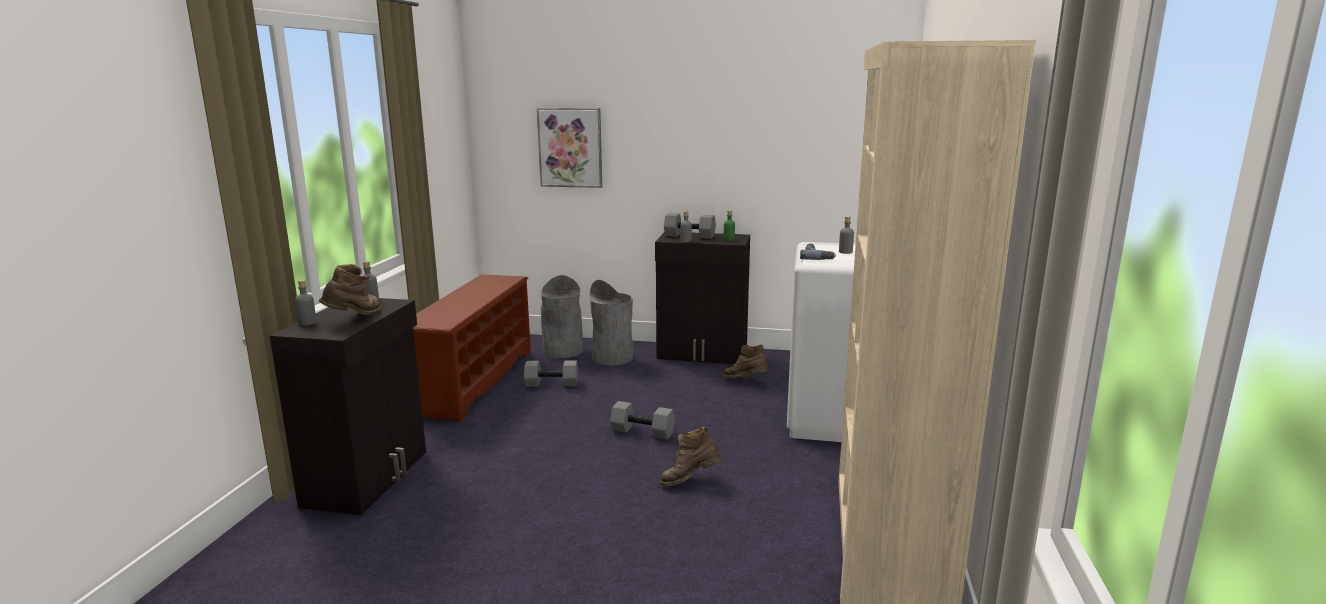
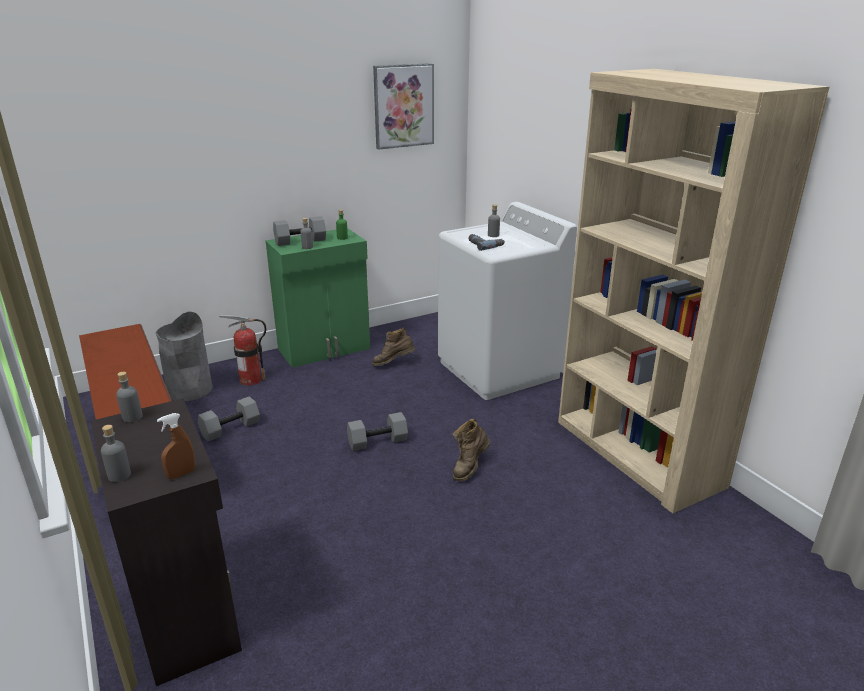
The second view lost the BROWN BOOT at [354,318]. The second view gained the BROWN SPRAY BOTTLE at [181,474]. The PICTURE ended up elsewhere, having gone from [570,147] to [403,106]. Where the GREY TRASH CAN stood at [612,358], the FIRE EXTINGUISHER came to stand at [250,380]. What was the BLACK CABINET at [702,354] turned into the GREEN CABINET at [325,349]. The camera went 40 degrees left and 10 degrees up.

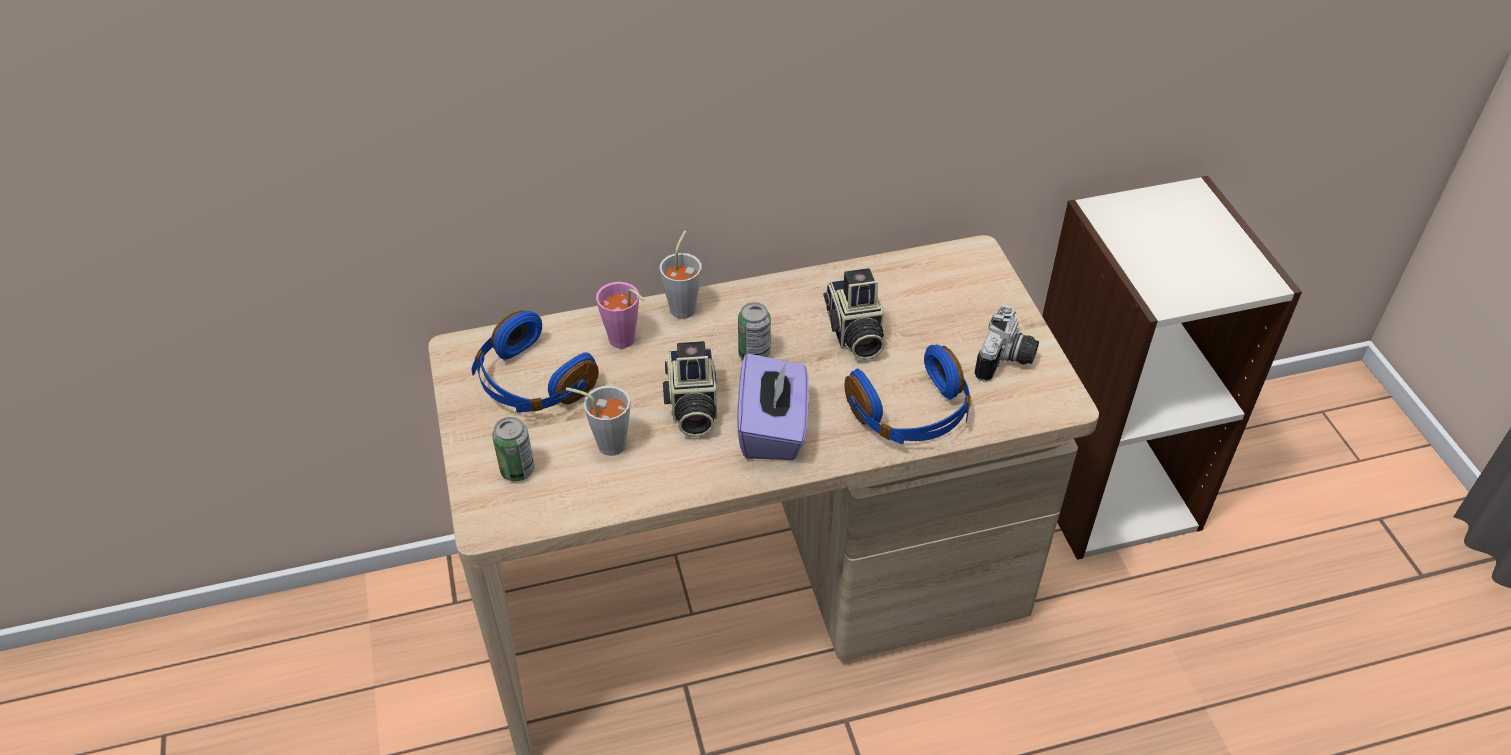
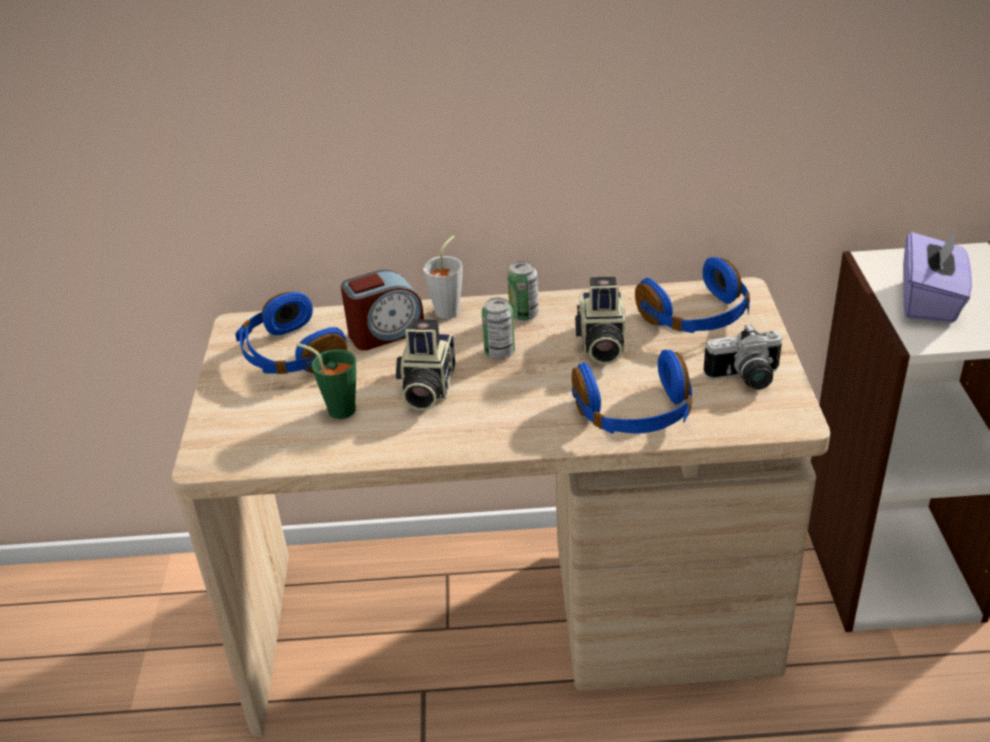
The second view gained the BLUE HEADPHONES at [697,318]. The CAN ended up elsewhere, having gone from [517,470] to [524,314]. The PURPLE TISSUE BOX ended up elsewhere, having gone from [773,429] to [930,301]. Where the PINK CUP stood at [625,342], the ALARM CLOCK came to stand at [386,332]. What was the GREY CUP at [605,443] turned into the GREEN CUP at [336,408]. The PHOTO CAMERA at [1007,360] ended up facing another way, 45 degrees clockwise from before. The camera went 15 degrees right and 10 degrees down.

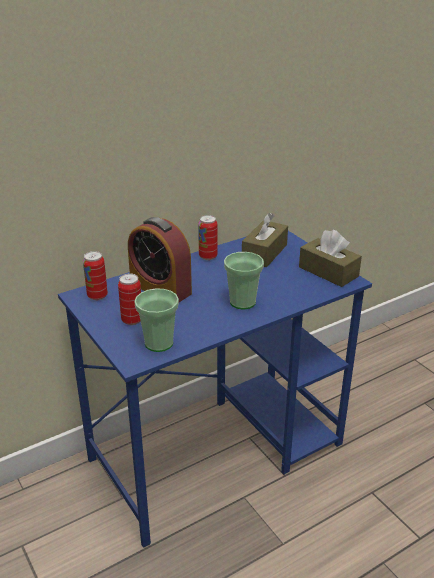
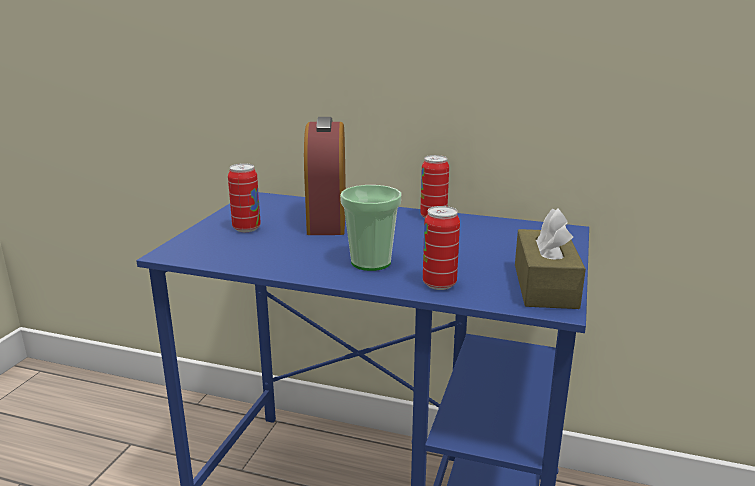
The second view lost the CUP at [159,343]. The second view lost the BROWN TISSUE BOX at [264,253]. The CAN ended up elsewhere, having gone from [97,296] to [439,284]. The camera went 50 degrees right and 10 degrees down.

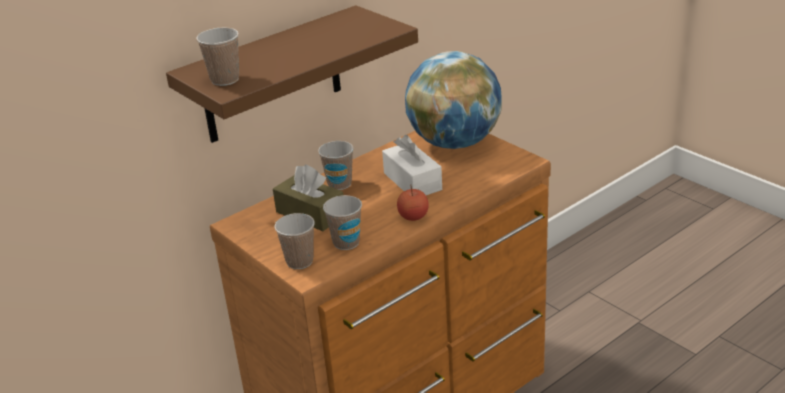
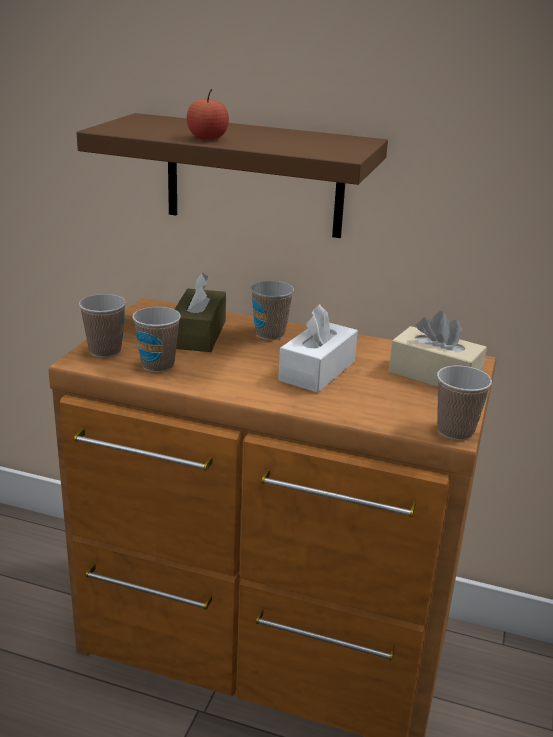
The CUP ended up elsewhere, having gone from [225,80] to [455,431]. The APPLE ended up elsewhere, having gone from [413,216] to [207,138]. Where the GLOBE stood at [455,143], the BEIGE TISSUE BOX came to stand at [434,375]. The camera went 55 degrees right and 5 degrees down.

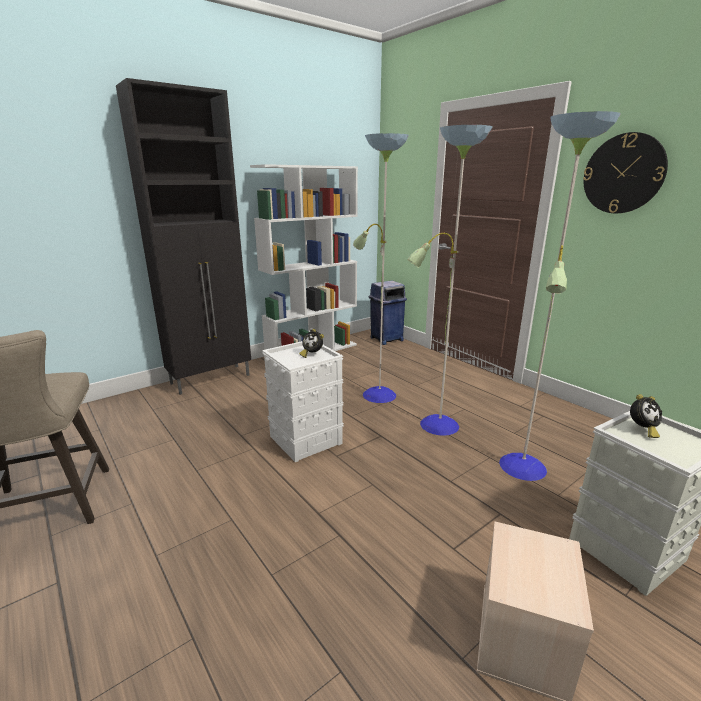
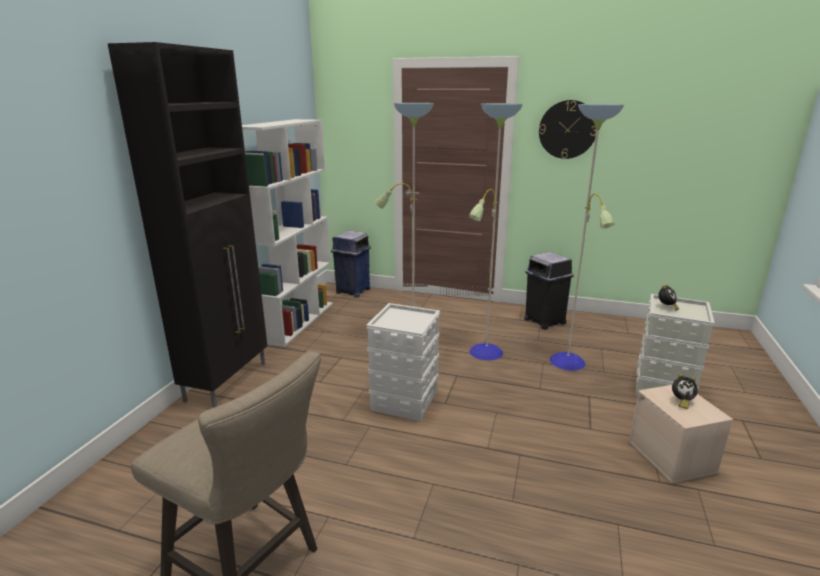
The second view gained the BLACK TRASH CAN at [544,321]. The ALARM CLOCK ended up elsewhere, having gone from [312,354] to [681,402]. The camera went 35 degrees left and 0 degrees up.

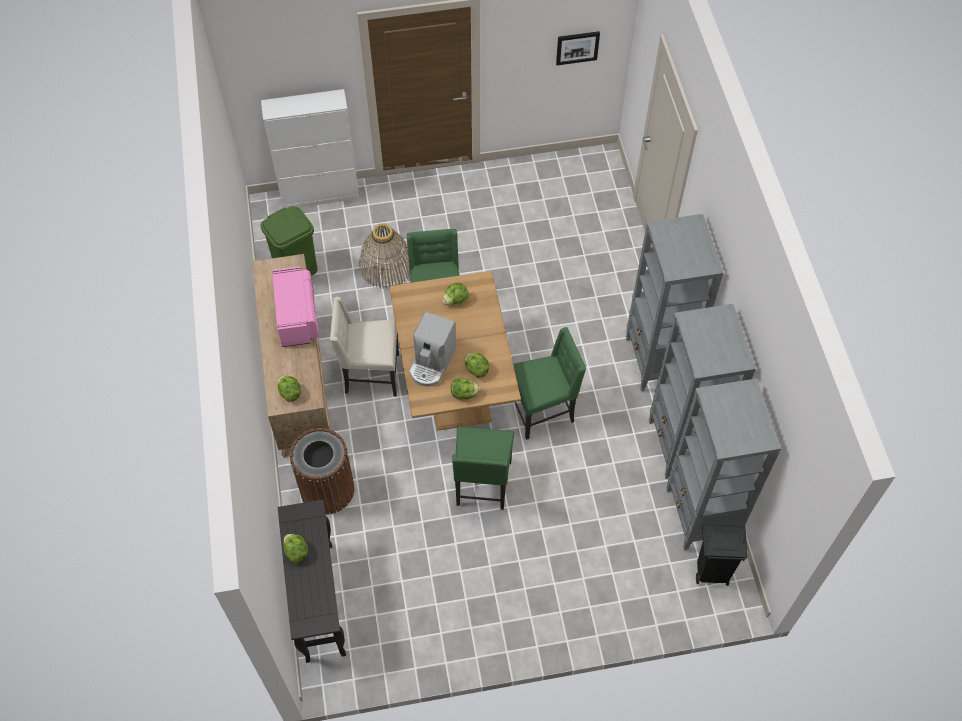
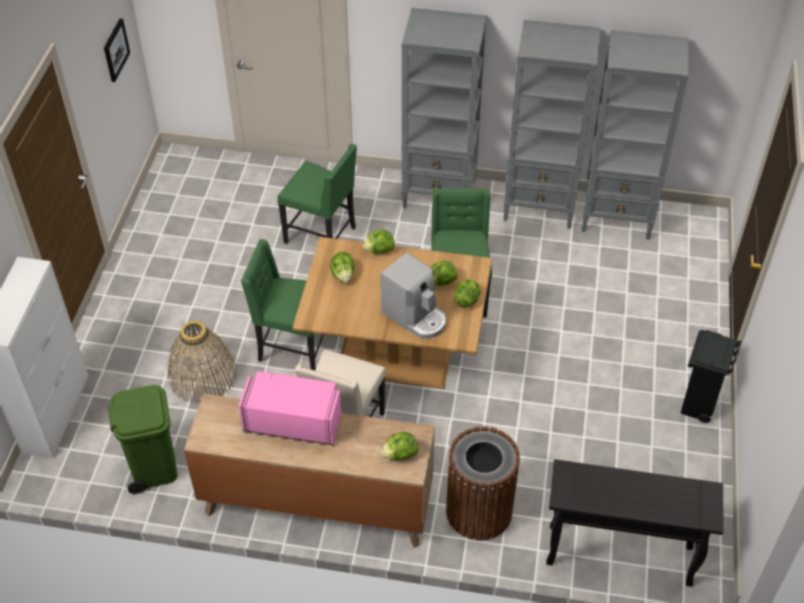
The LETTUCE ended up elsewhere, having gone from [296,551] to [379,250]. The GREEN CHAIR ended up elsewhere, having gone from [482,485] to [322,235]. The BLACK TRASH CAN ended up elsewhere, having gone from [710,573] to [697,407]. The camera went 70 degrees left and 10 degrees down.

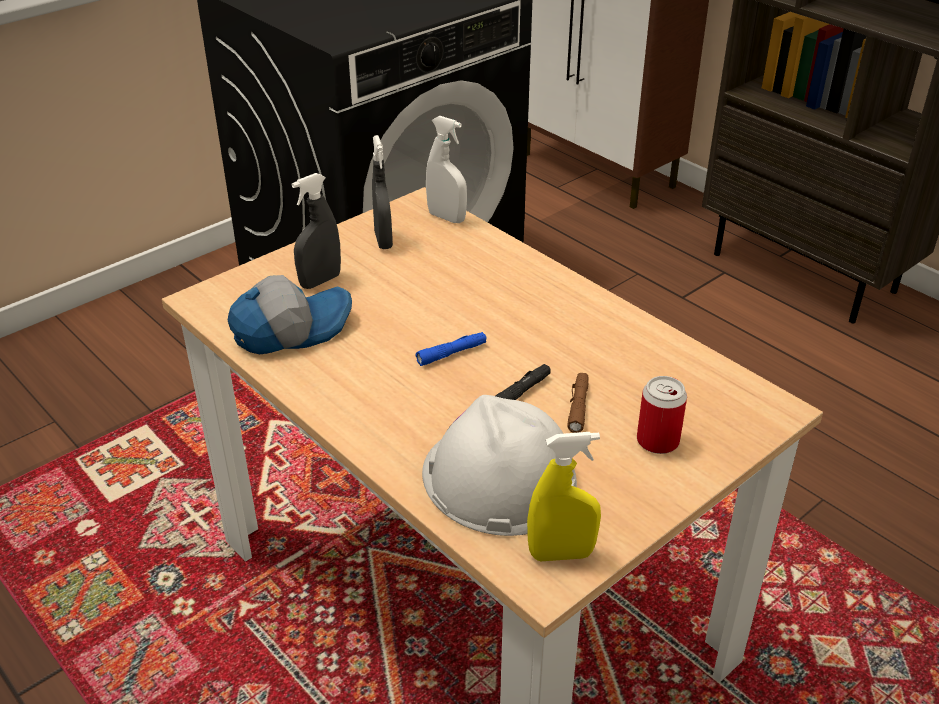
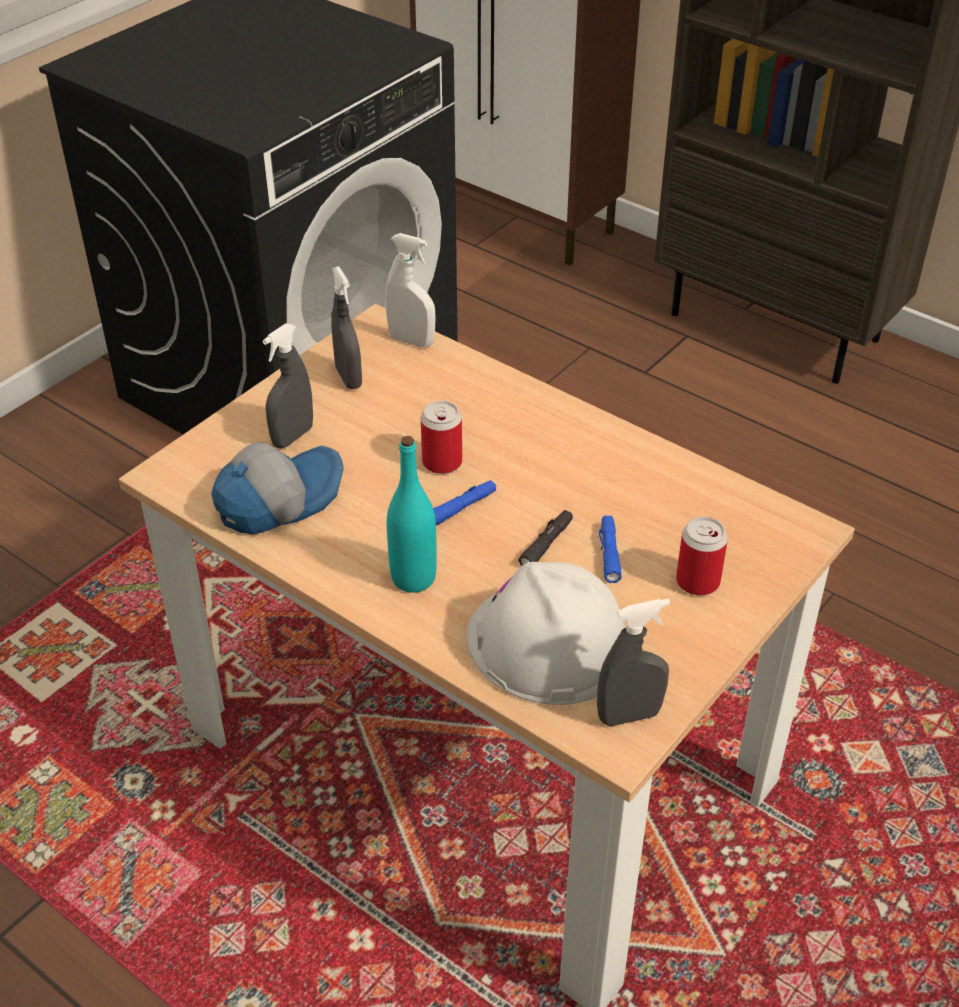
The second view gained the TURQUOISE BOTTLE at [413,578]. The second view gained the CAN at [442,462]. What was the YELLOW SPRAY BOTTLE at [561,554] turned into the GREY SPRAY BOTTLE at [629,715]. What was the BROWN FLASHLIGHT at [578,407] turned into the BLUE FLASHLIGHT at [609,553]. The camera went 10 degrees left and 5 degrees up.

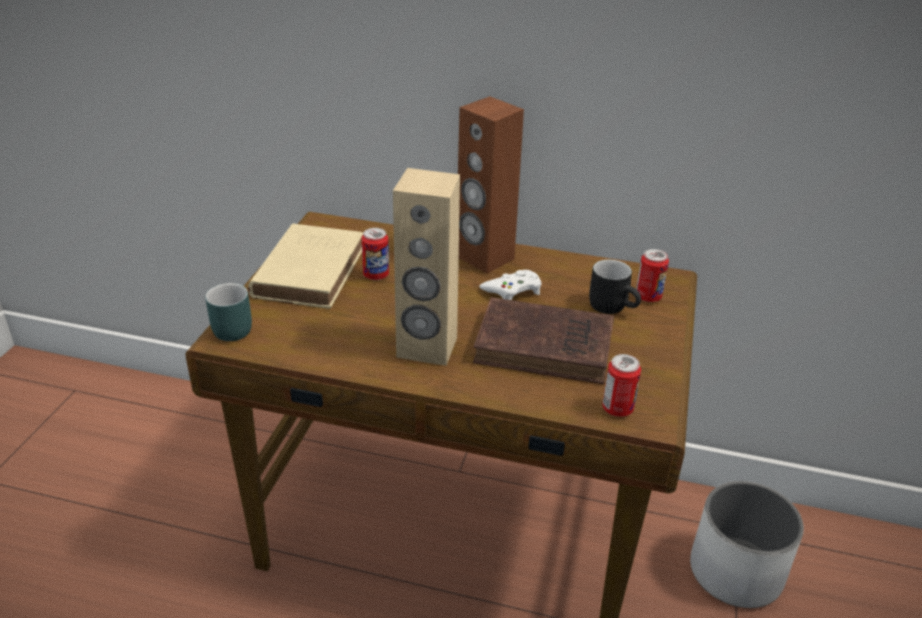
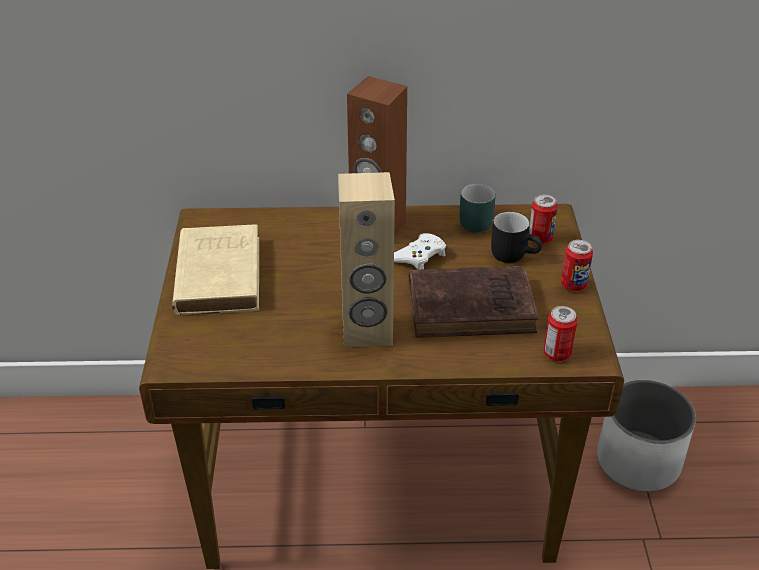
The TURQUOISE MUG ended up elsewhere, having gone from [230,327] to [471,221]. The CAN ended up elsewhere, having gone from [376,275] to [573,285]. The camera went 15 degrees left and 5 degrees up.

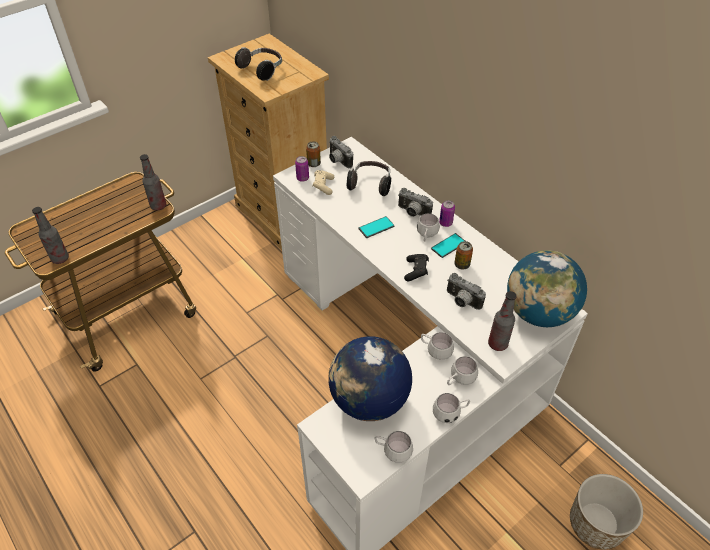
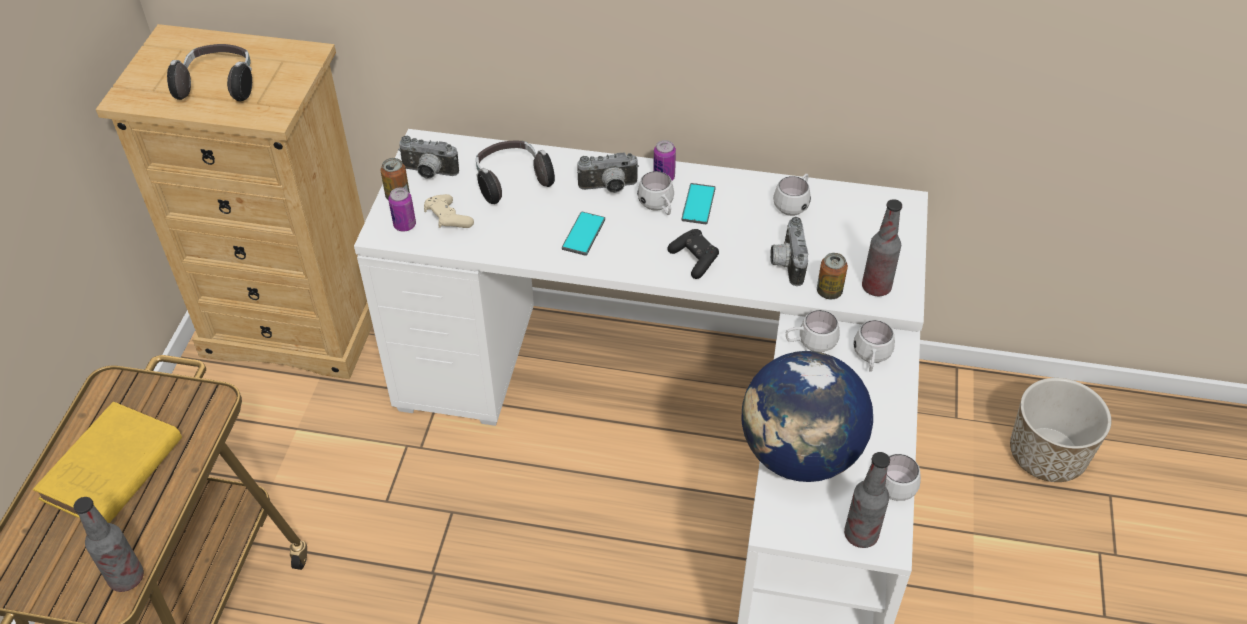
The second view lost the GLOBE at [538,312]. The second view gained the YELLOW BOOK at [110,472]. The BOTTLE ended up elsewhere, having gone from [158,206] to [861,535]. The WHITE MUG ended up elsewhere, having gone from [450,413] to [793,204]. The CAN ended up elsewhere, having gone from [462,265] to [829,292]. The PHOTO CAMERA at [461,301] ended up facing another way, 90 degrees clockwise from before. The camera went 40 degrees left and 0 degrees up.

